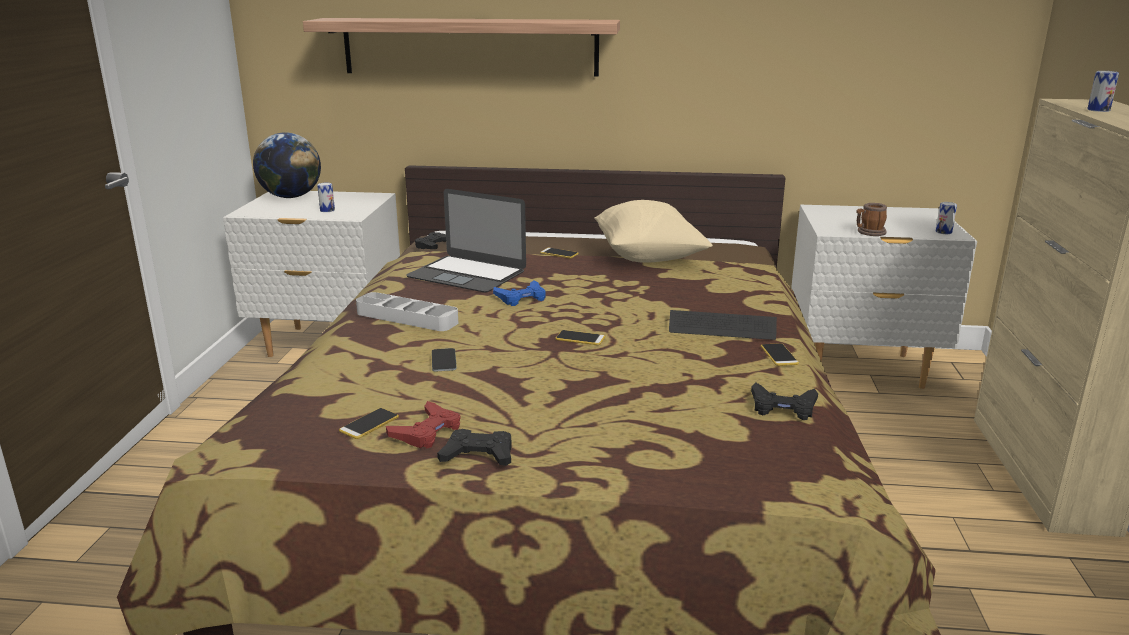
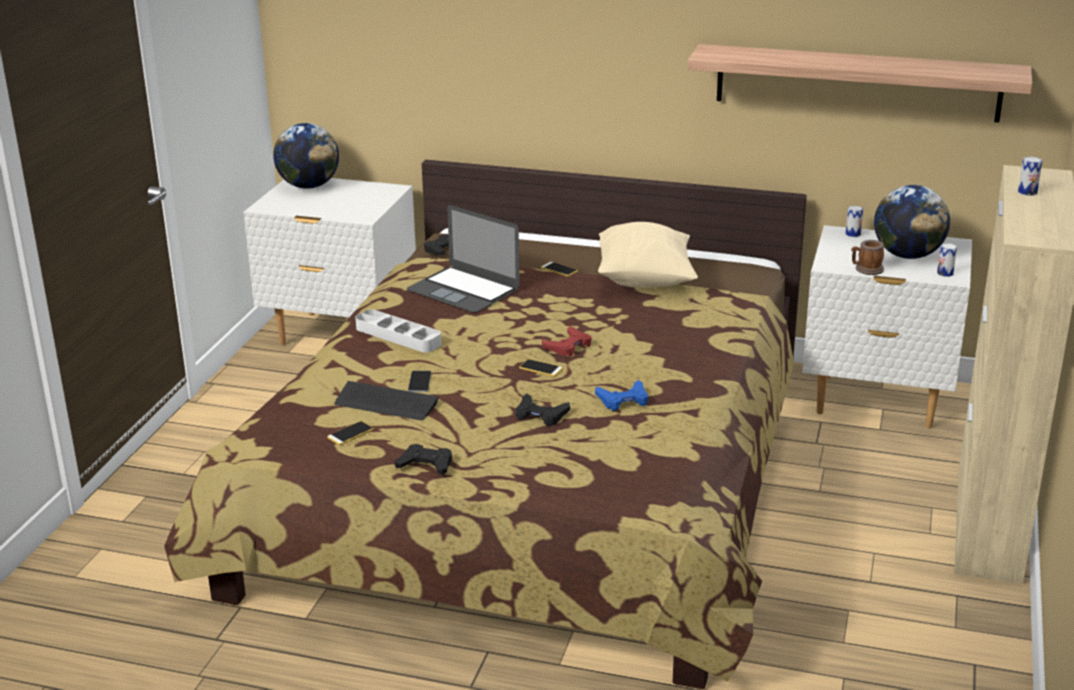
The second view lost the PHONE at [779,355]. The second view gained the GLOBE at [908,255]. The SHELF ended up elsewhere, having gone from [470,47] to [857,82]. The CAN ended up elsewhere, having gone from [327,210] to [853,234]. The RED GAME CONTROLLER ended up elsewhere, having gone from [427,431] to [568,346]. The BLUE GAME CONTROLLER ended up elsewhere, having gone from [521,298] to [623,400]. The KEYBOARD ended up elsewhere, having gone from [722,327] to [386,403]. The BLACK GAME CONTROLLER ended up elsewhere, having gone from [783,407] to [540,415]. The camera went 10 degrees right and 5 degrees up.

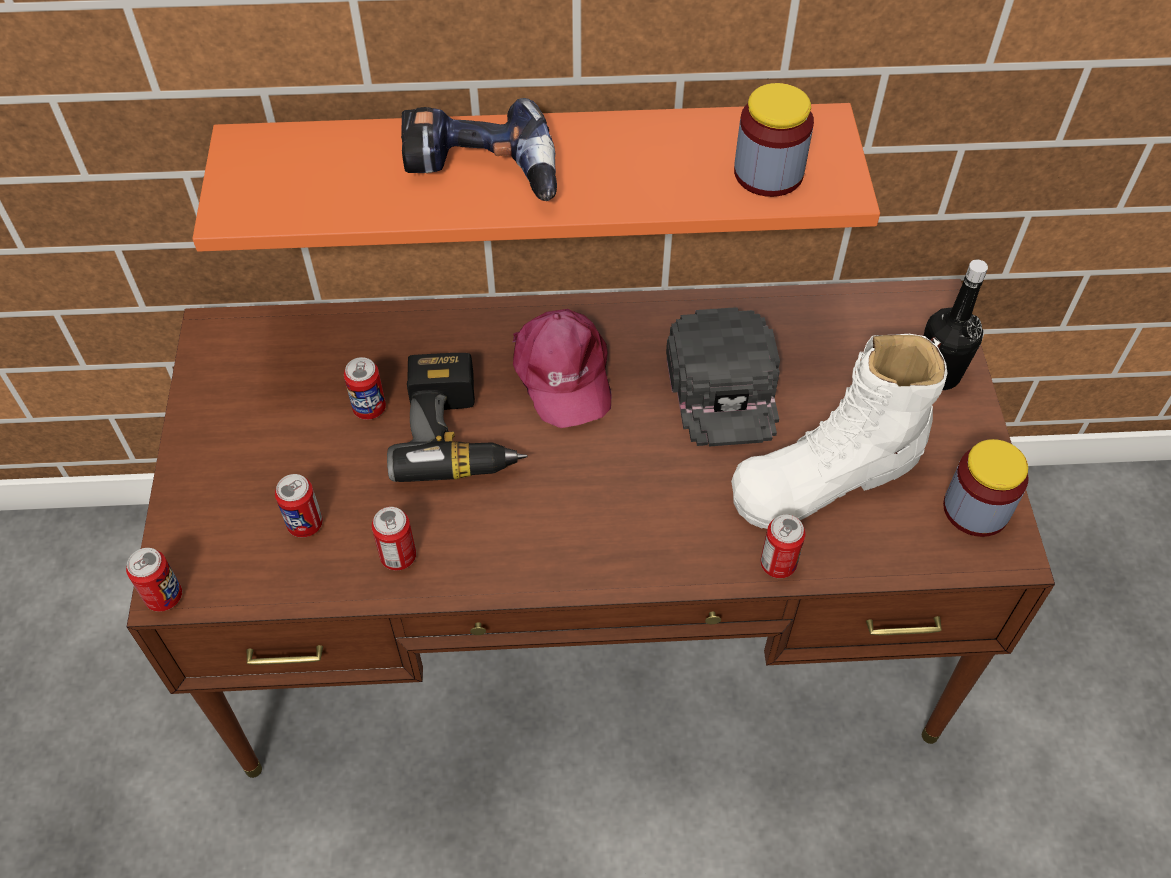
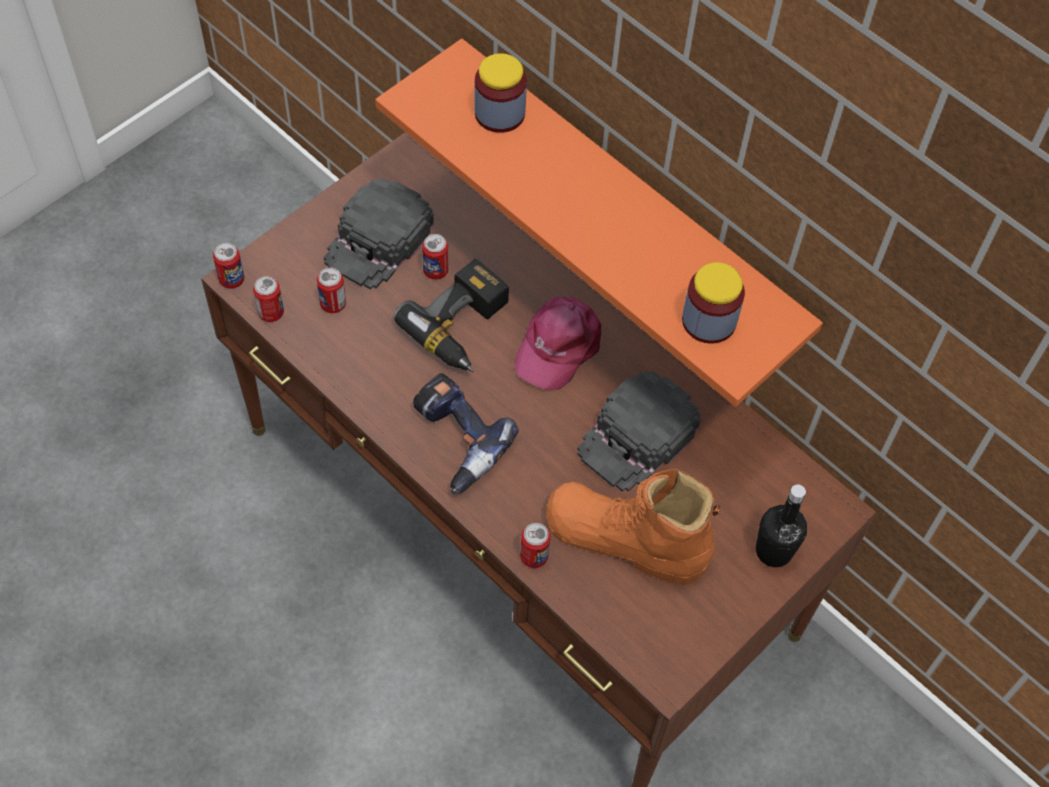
The second view gained the BLACK CAP at [378,241]. The CAN ended up elsewhere, having gone from [398,556] to [271,313]. The POWER DRILL ended up elsewhere, having gone from [481,174] to [454,441]. The JAR ended up elsewhere, having gone from [976,509] to [499,113]. What was the WHITE BOOT at [827,475] turned into the ORANGE BOOT at [626,540]. The camera went 45 degrees right and 5 degrees up.

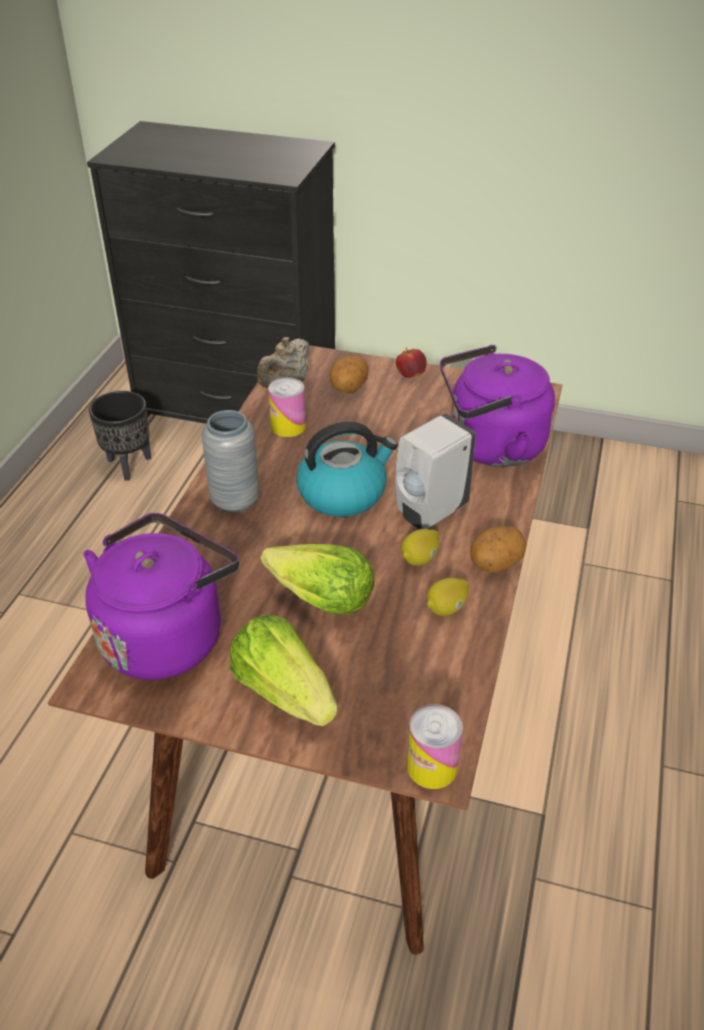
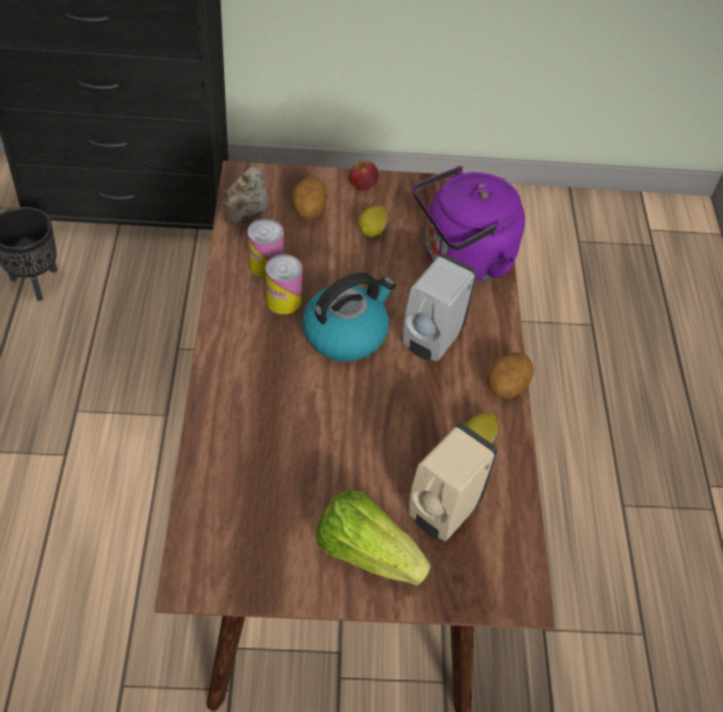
The second view lost the PURPLE KETTLE at [166,635]. The second view lost the GREY VASE at [235,501]. The second view lost the LETTUCE at [320,599]. The second view gained the BEIGE SOAP DISPENSER at [442,513]. The LEMON ended up elsewhere, having gone from [420,559] to [372,231]. The CAN ended up elsewhere, having gone from [432,766] to [283,300]. The camera went 20 degrees left and 10 degrees up.

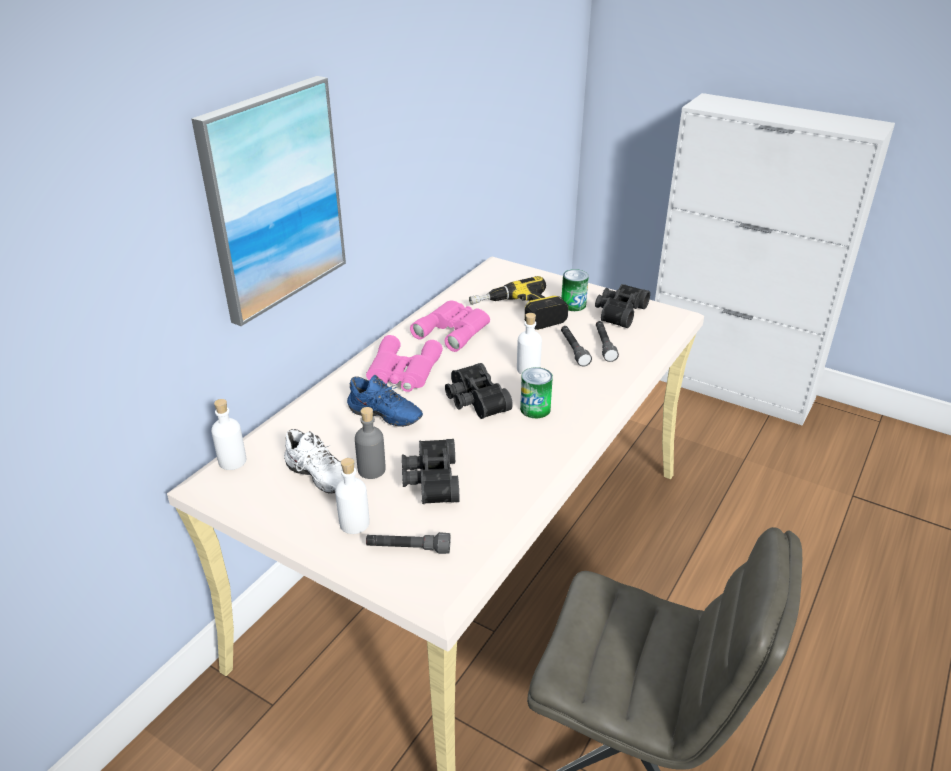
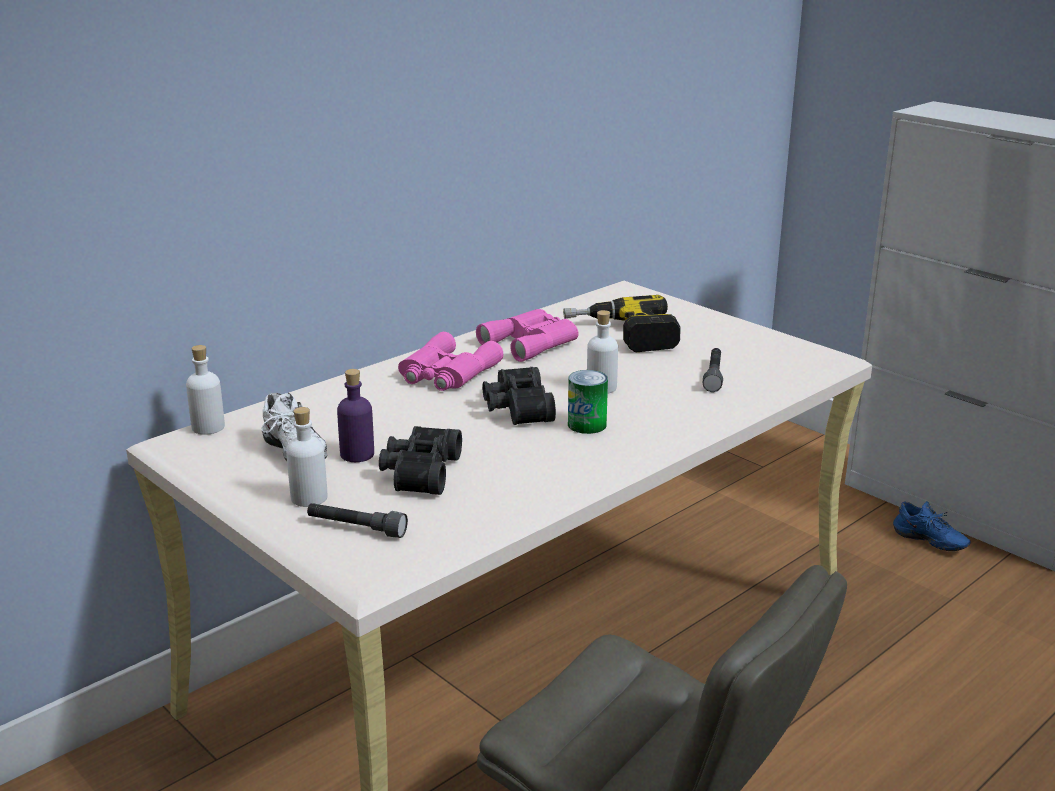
The second view lost the PICTURE at [273,199]. The second view lost the GREY FLASHLIGHT at [573,350]. The second view lost the CAN at [573,305]. The second view lost the BLACK BINOCULARS at [618,312]. The BLUE SHOE ended up elsewhere, having gone from [383,418] to [928,543]. What was the GREY BOTTLE at [371,470] turned into the PURPLE BOTTLE at [357,454]. The camera went 15 degrees right and 10 degrees down.

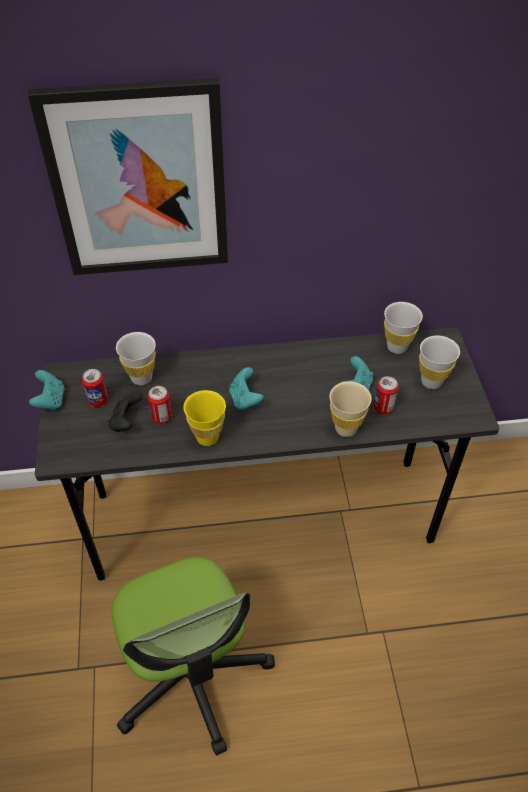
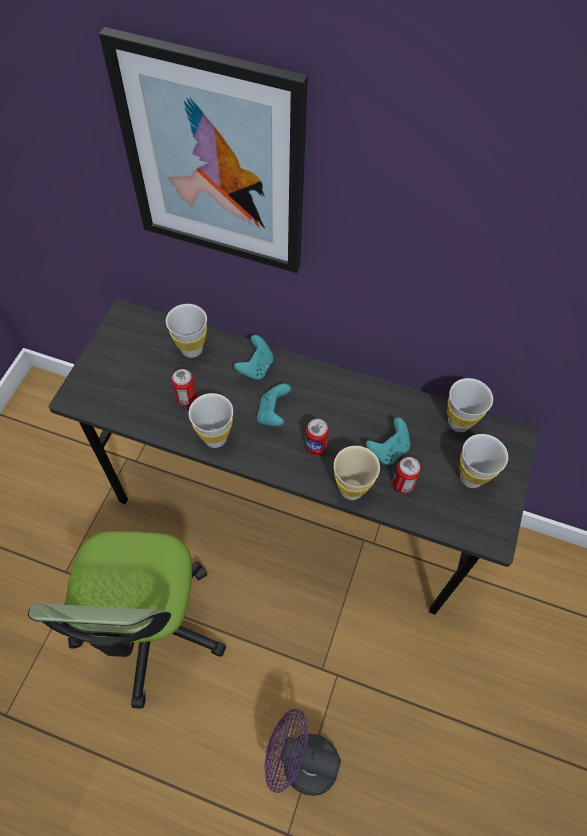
The second view lost the BLACK GAME CONTROLLER at [126,422]. The second view gained the PURPLE FAN at [301,761]. The TURQUOISE GAME CONTROLLER ended up elsewhere, having gone from [50,400] to [256,367]. The CAN ended up elsewhere, having gone from [98,400] to [315,447]. What was the YELLOW CUP at [207,437] turned into the WHITE CUP at [215,438]. The camera went 25 degrees right and 10 degrees up.

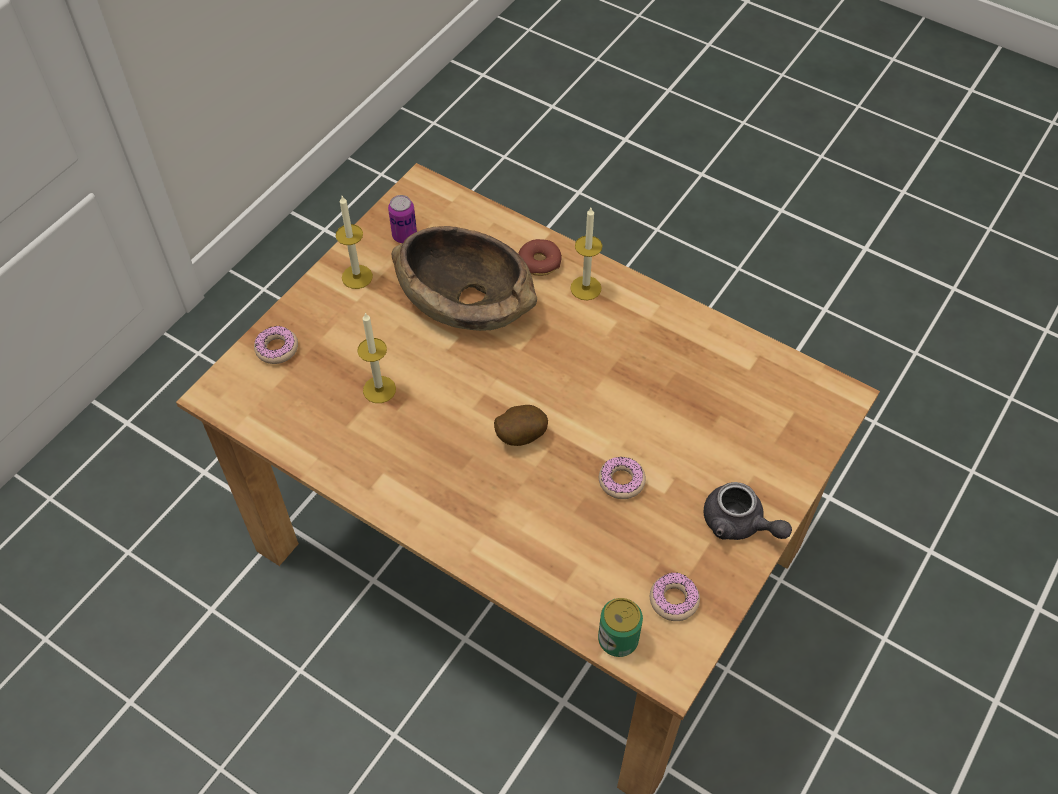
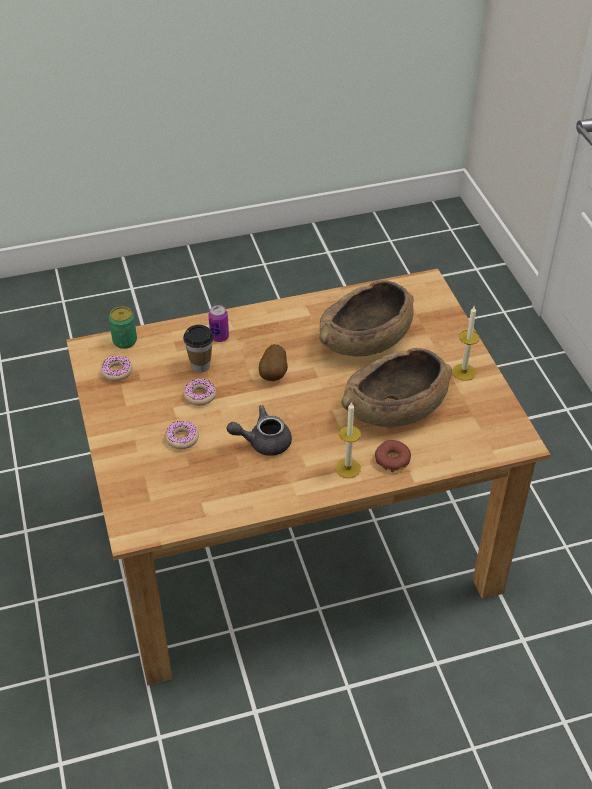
The second view gained the CUP at [200,365]. The DONUT ended up elsewhere, having gone from [277,348] to [182,438]. The CAN ended up elsewhere, having gone from [404,235] to [219,337]. The GREY TEAPOT ended up elsewhere, having gone from [739,524] to [263,442]. Where the CANDLE stood at [379,389], the BROWN BOWL came to stand at [366,339]. The camera went 130 degrees right and 10 degrees down.

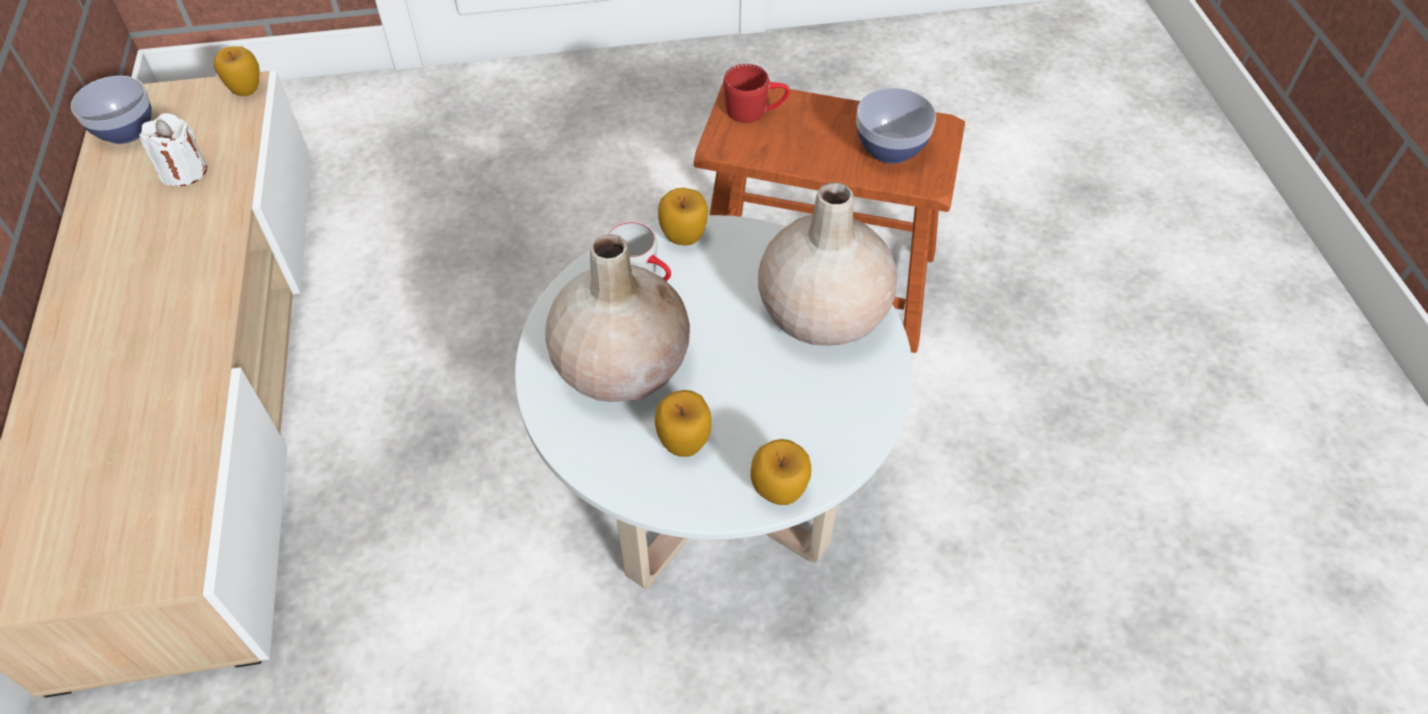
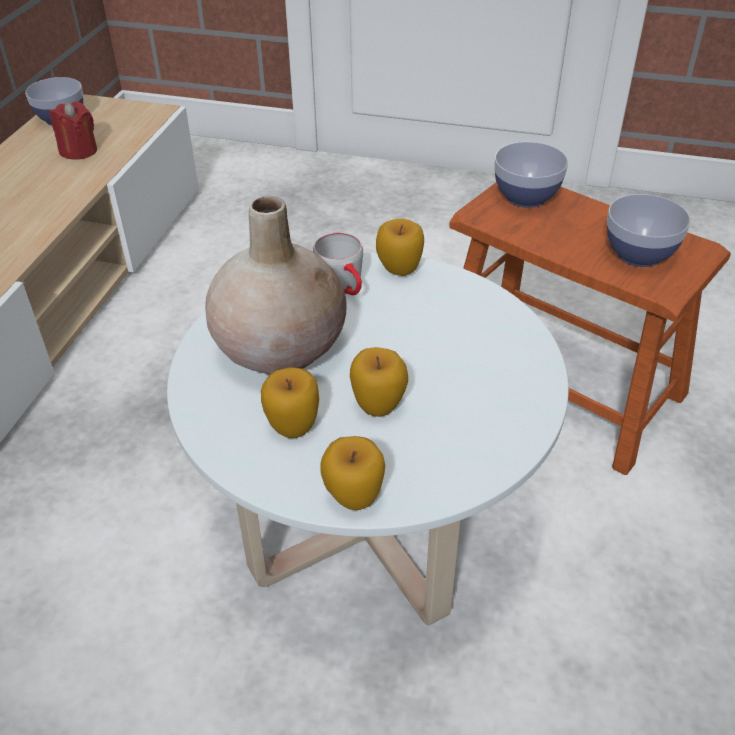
The second view lost the BEIGE VASE at [821,314]. The APPLE ended up elsewhere, having gone from [246,89] to [378,406]. Where the RED MUG stood at [755,110], the BOWL came to stand at [526,197]. What was the WHITE CANDLE at [184,171] turned into the RED CANDLE at [79,151]. The camera went 25 degrees right and 10 degrees down.

